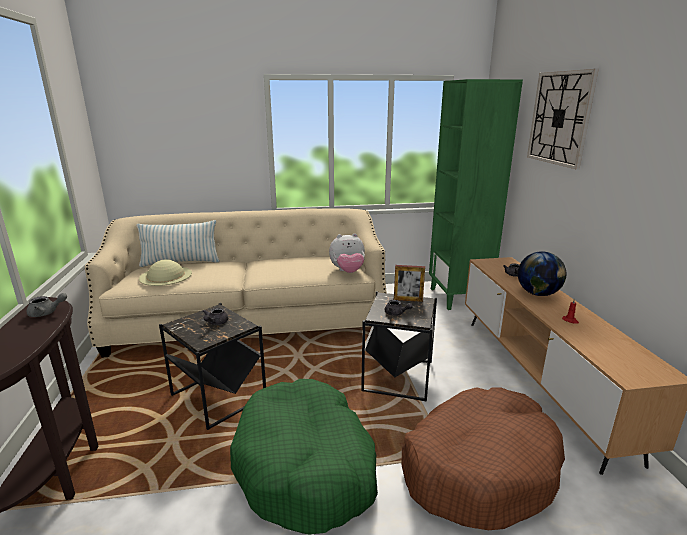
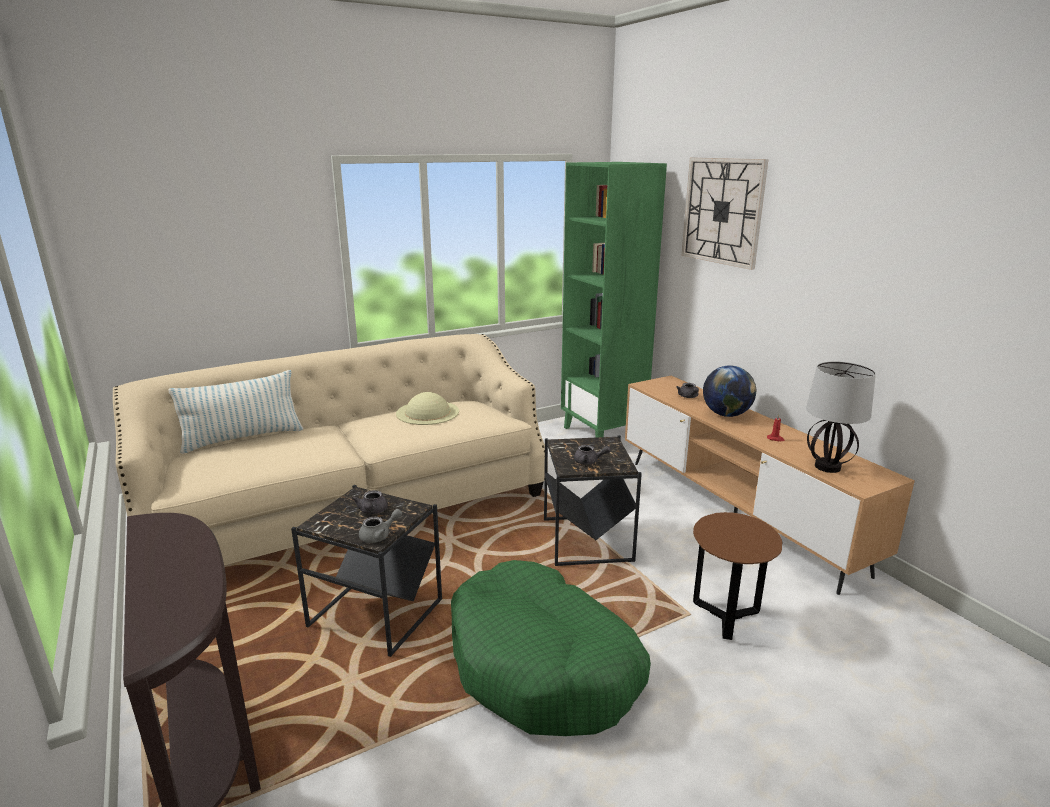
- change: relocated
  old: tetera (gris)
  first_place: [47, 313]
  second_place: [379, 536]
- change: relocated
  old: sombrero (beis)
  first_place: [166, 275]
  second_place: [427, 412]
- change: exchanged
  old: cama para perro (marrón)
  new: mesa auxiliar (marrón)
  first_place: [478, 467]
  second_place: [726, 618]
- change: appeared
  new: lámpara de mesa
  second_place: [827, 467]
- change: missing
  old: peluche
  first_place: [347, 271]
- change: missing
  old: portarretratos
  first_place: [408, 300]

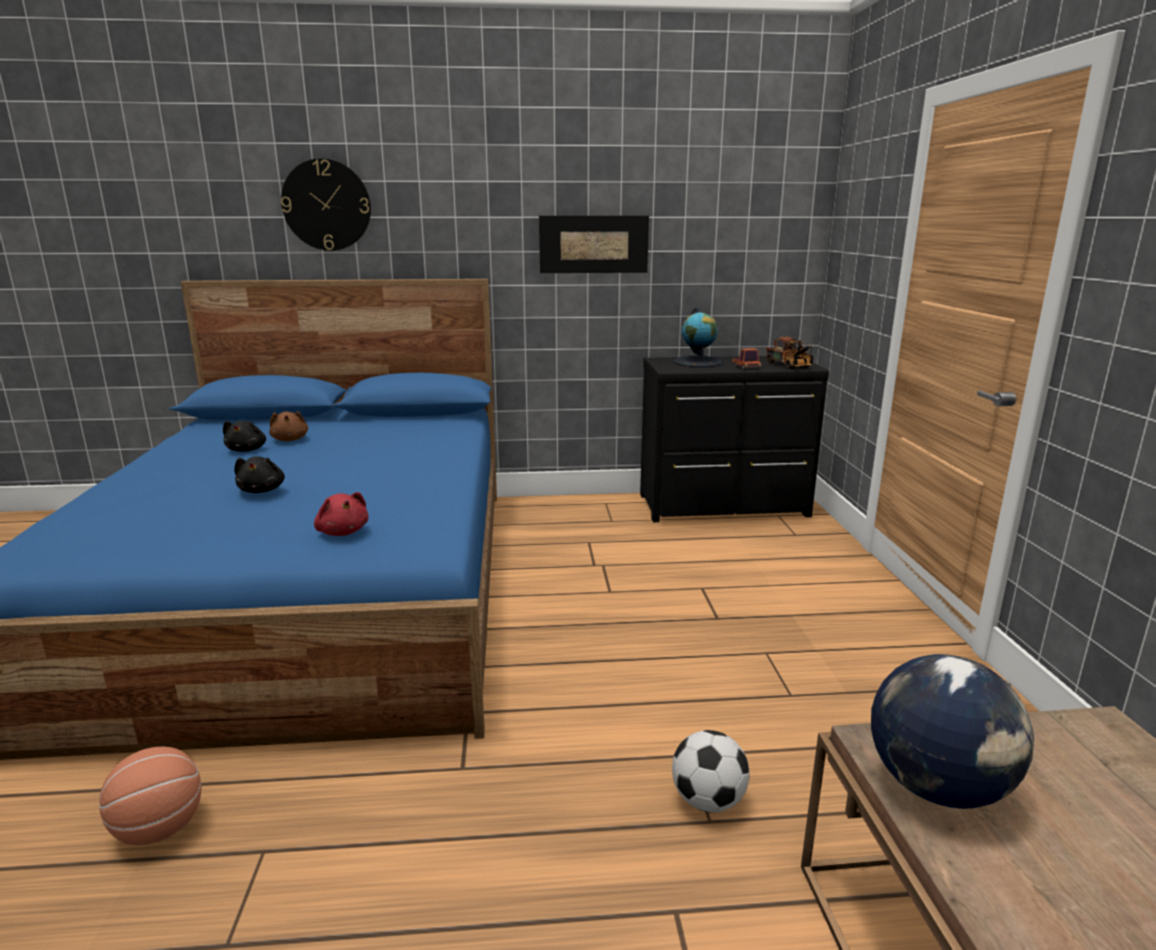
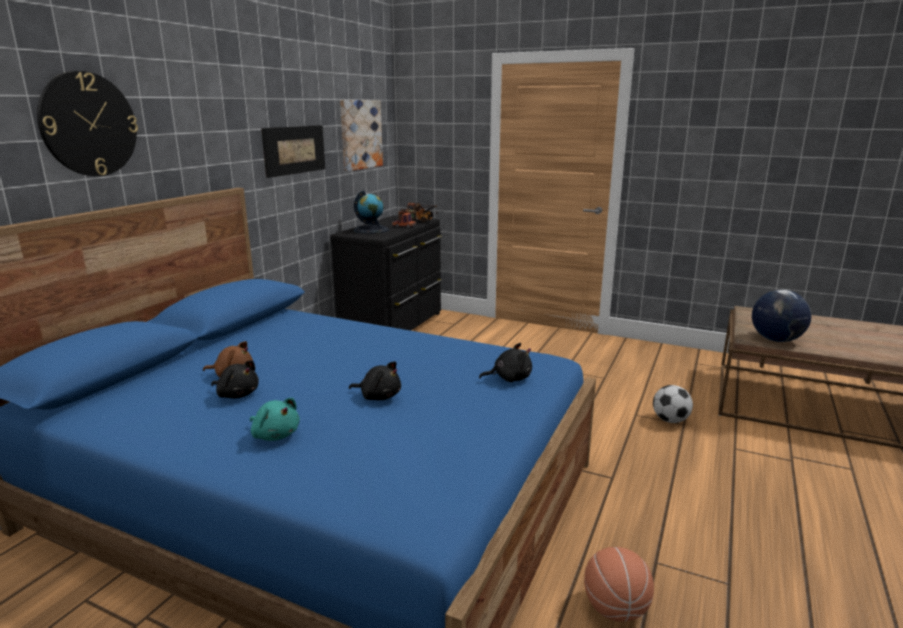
- change: appeared
  new: peluche (turquesa)
  second_place: [275, 435]
- change: appeared
  new: cuadro
  second_place: [360, 134]
- change: colour
  old: peluche (rojo)
  new: peluche (negro)
  first_place: [342, 532]
  second_place: [509, 378]

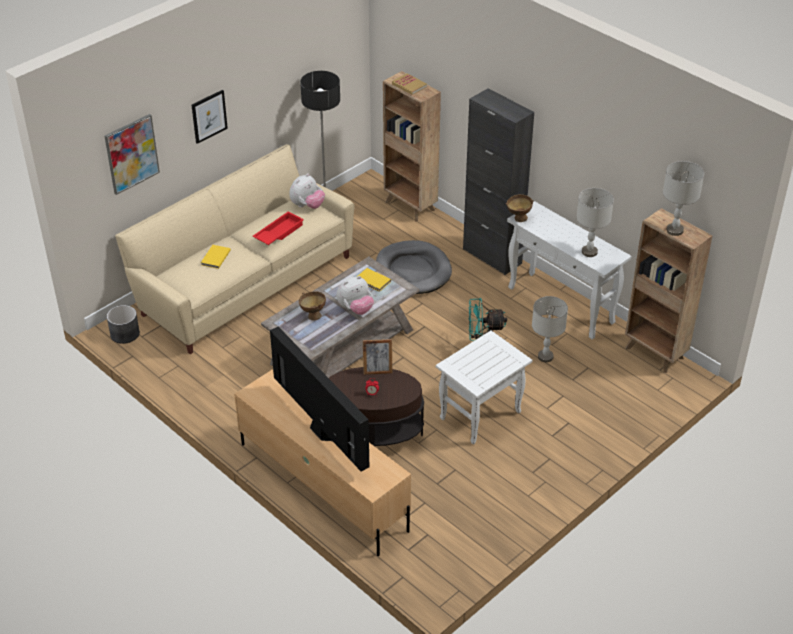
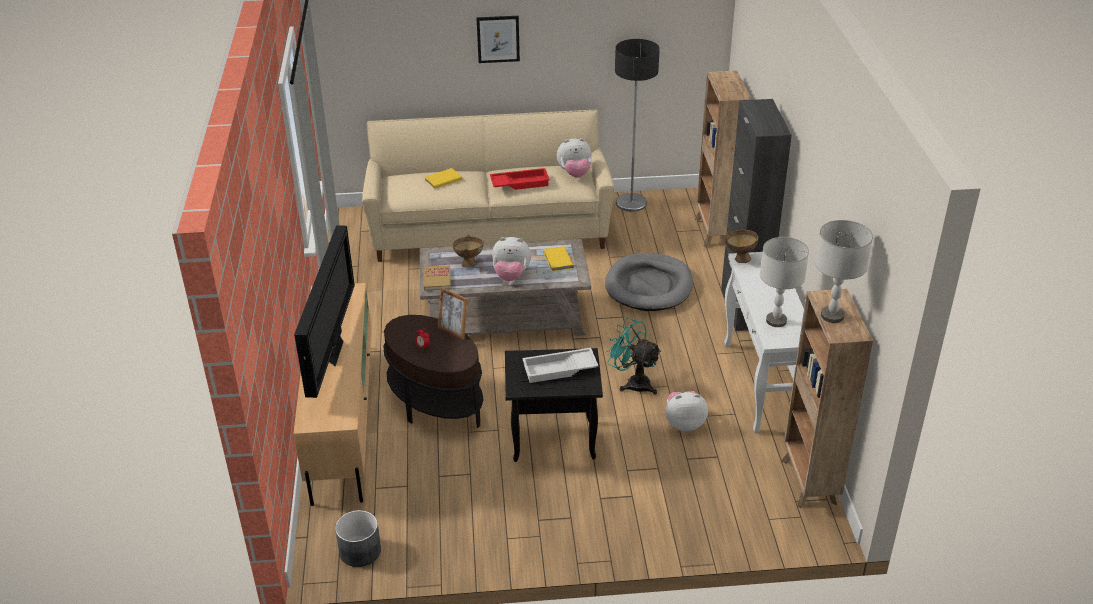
- change: relocated
  old: maceta (gris)
  first_place: [124, 334]
  second_place: [359, 551]
- change: relocated
  old: libro
  first_place: [409, 85]
  second_place: [437, 279]
- change: colour
  old: mesa auxiliar (blanco)
  new: mesa auxiliar (negro)
  first_place: [480, 417]
  second_place: [551, 441]
- change: appeared
  new: bandeja (blanco)
  second_place: [559, 370]
- change: exchanged
  old: lámpara de mesa (gris)
  new: peluche
  first_place: [545, 357]
  second_place: [684, 423]
- change: missing
  old: cuadro
  first_place: [131, 154]

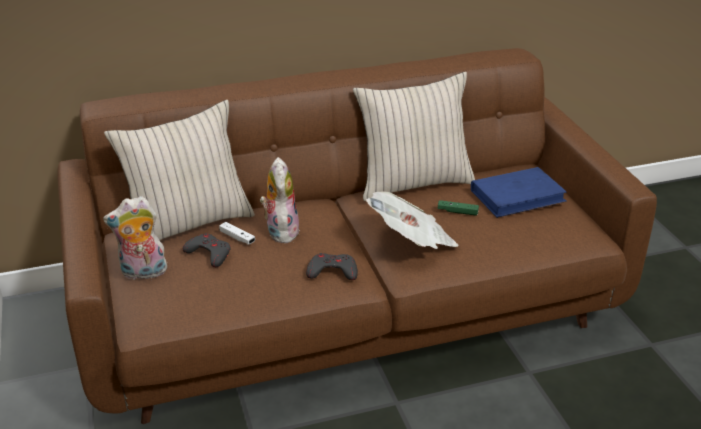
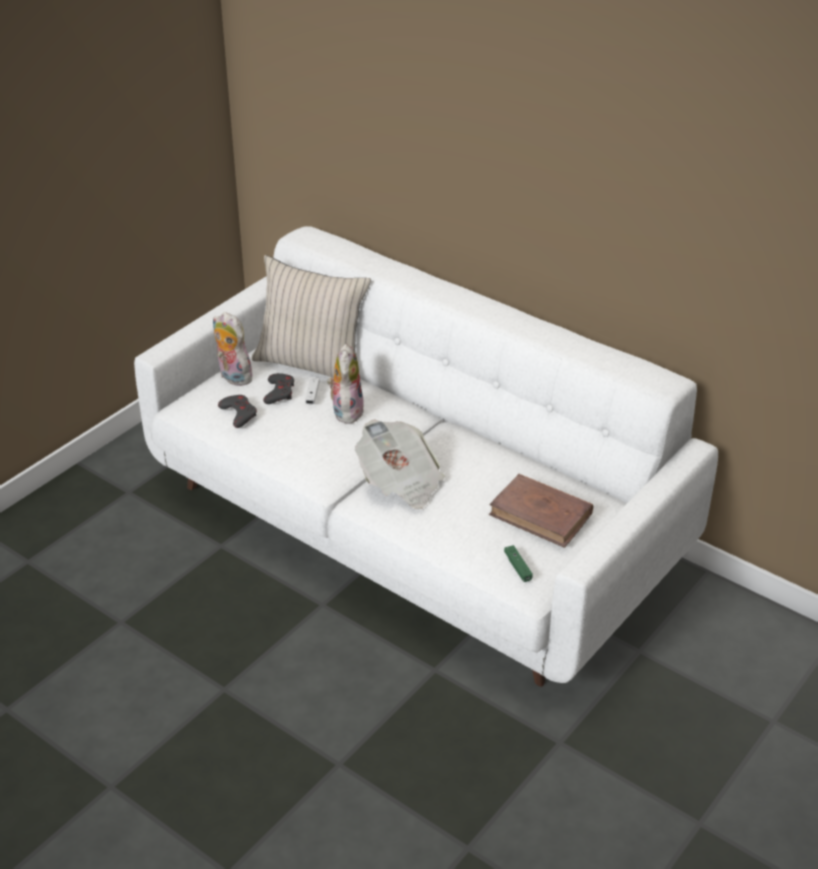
- change: colour
  old: sofá (marrón)
  new: sofá (blanco)
  first_place: [350, 311]
  second_place: [410, 527]
- change: relocated
  old: mando de consola (gris)
  first_place: [332, 271]
  second_place: [239, 414]
- change: spun
  old: peluche
  first_place: [280, 231]
  second_place: [346, 411]
  degrees: -45
- change: colour
  old: libro (azul)
  new: libro (marrón)
  first_place: [517, 196]
  second_place: [541, 514]
- change: relocated
  old: mando de consola (verde)
  first_place: [457, 212]
  second_place: [517, 567]
- change: missing
  old: cojín (beis)
  first_place: [413, 183]

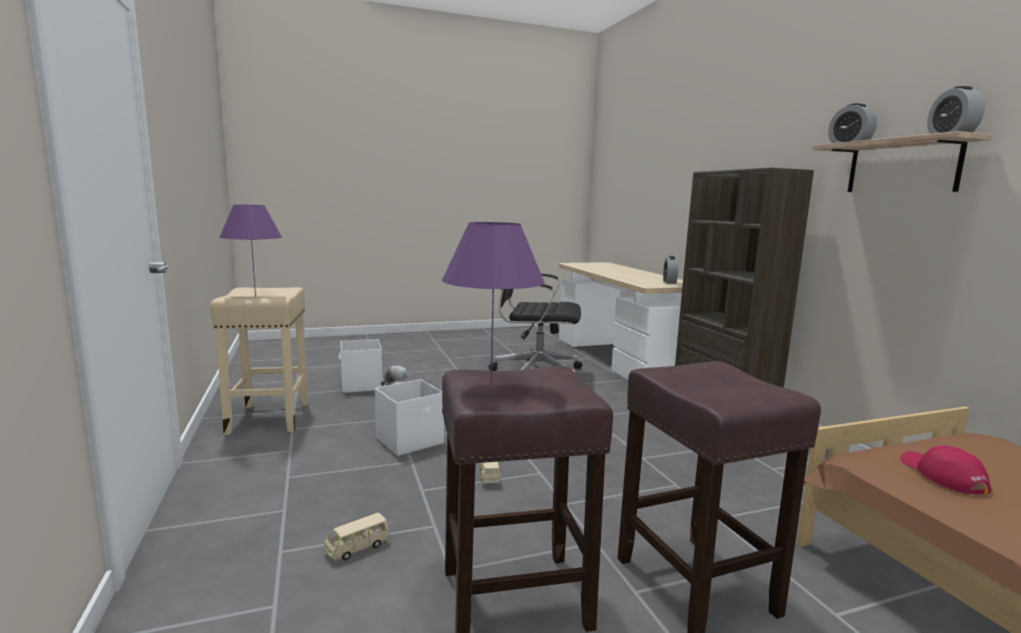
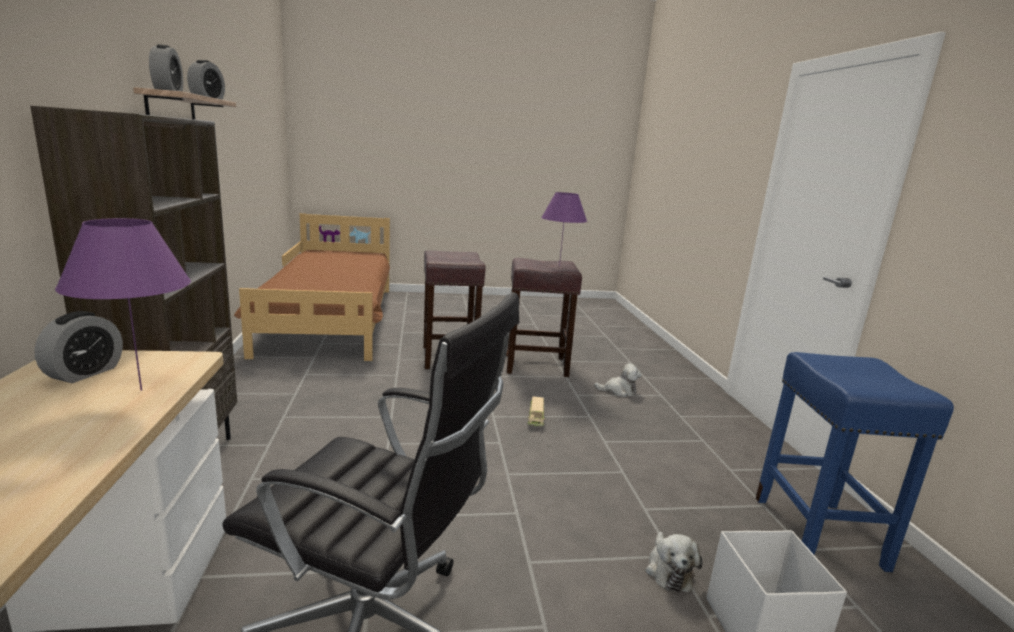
- change: relocated
  old: lámpara de mesa (morado)
  first_place: [255, 296]
  second_place: [141, 390]
- change: exchanged
  old: coche de juguete (beis)
  new: peluche
  first_place: [357, 548]
  second_place: [618, 391]
- change: colour
  old: taburete (beis)
  new: taburete (azul)
  first_place: [269, 417]
  second_place: [819, 533]
- change: missing
  old: caja de almacenaje (blanco)
  first_place: [411, 441]
- change: missing
  old: gorra (rojo)
  first_place: [941, 475]

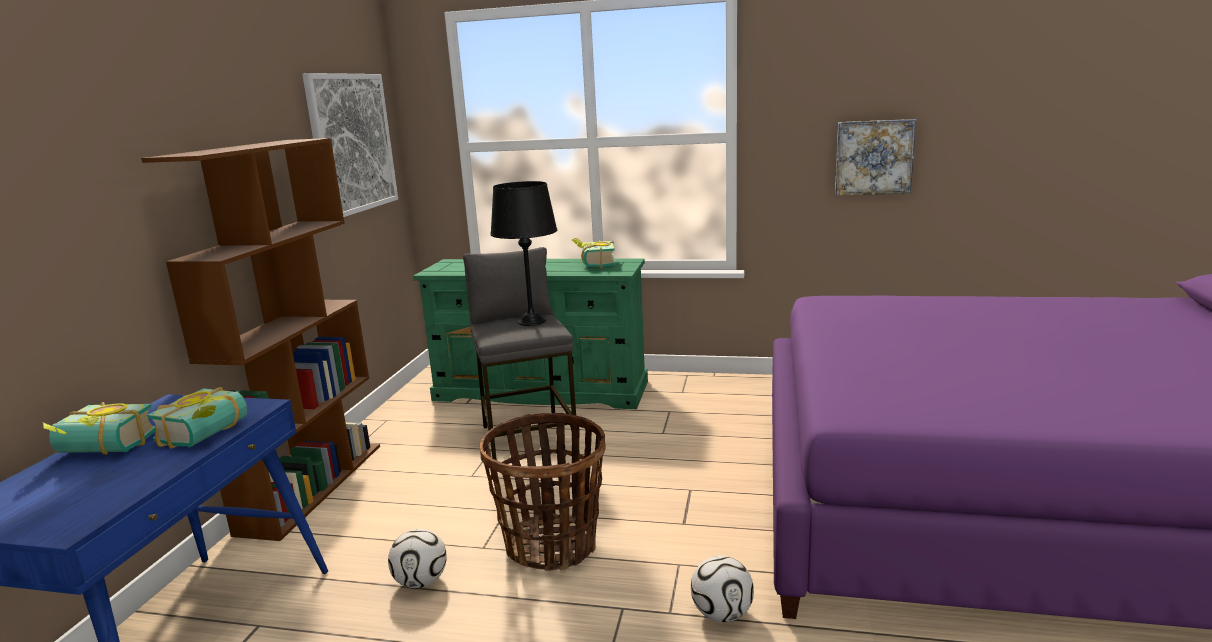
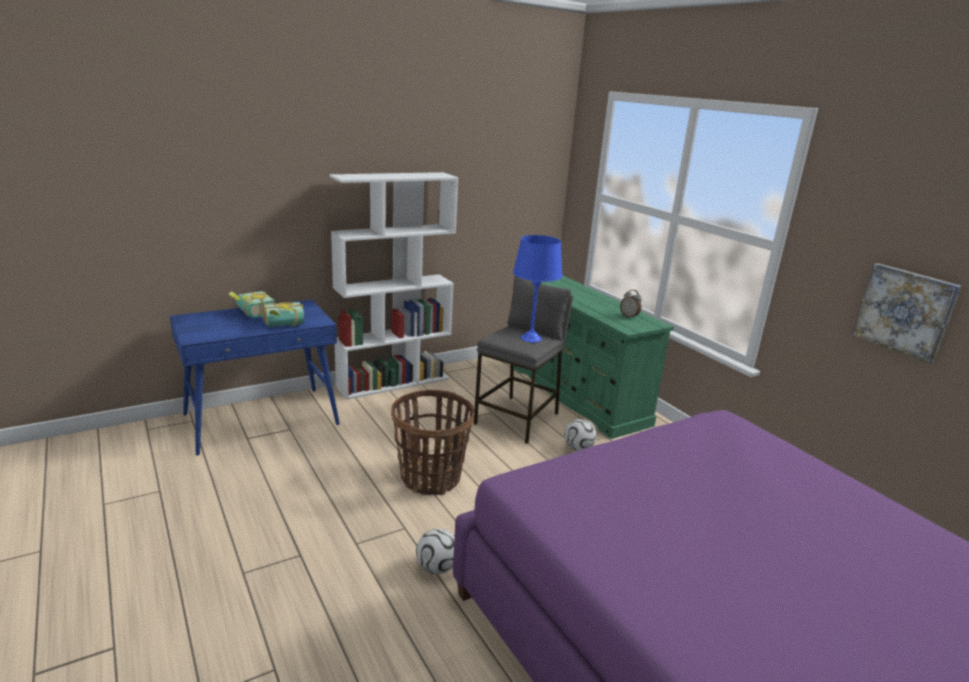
- change: colour
  old: estantería (marrón)
  new: estantería (blanco)
  first_place: [313, 486]
  second_place: [394, 382]
- change: colour
  old: lámpara de mesa (negro)
  new: lámpara de mesa (azul)
  first_place: [531, 321]
  second_place: [531, 338]
- change: relocated
  old: balón de fútbol
  first_place: [420, 582]
  second_place: [578, 448]
- change: exchanged
  old: libro
  new: despertador
  first_place: [594, 264]
  second_place: [629, 316]
- change: missing
  old: cuadro
  first_place: [352, 143]

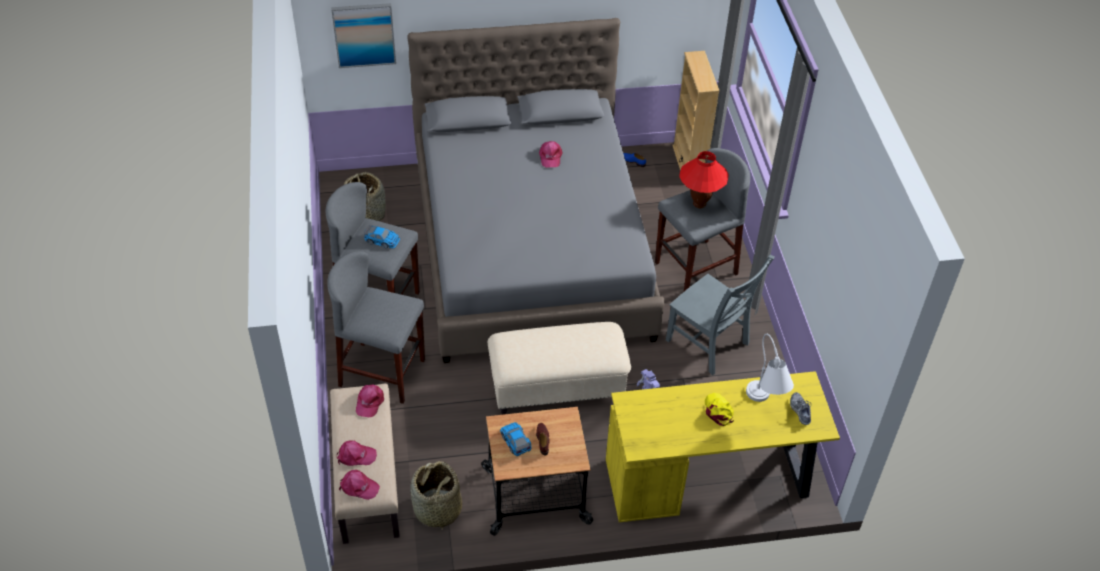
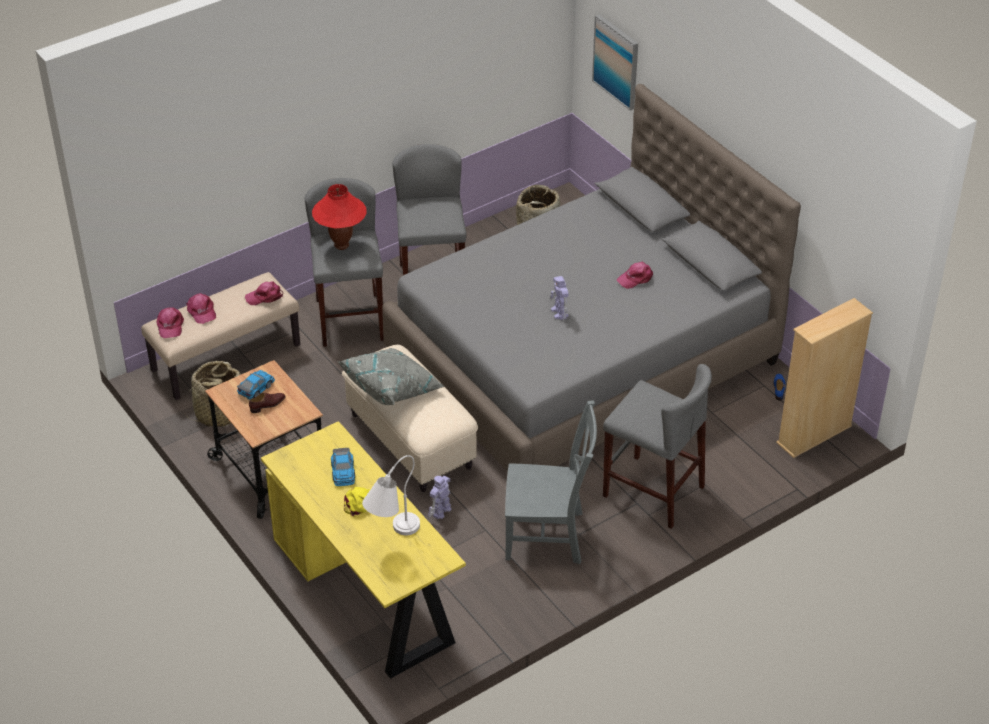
- change: relocated
  old: lámpara de mesa (rojo)
  first_place: [699, 204]
  second_place: [341, 245]
- change: relocated
  old: coche de juguete
  first_place: [382, 240]
  second_place: [343, 472]
- change: appeared
  new: cojín (gris)
  second_place: [392, 388]
- change: spun
  old: silla (gris)
  first_place: [709, 344]
  second_place: [548, 536]
  degrees: -105
- change: appeared
  new: robot de juguete
  second_place: [559, 313]
- change: missing
  old: zapato
  first_place: [800, 411]

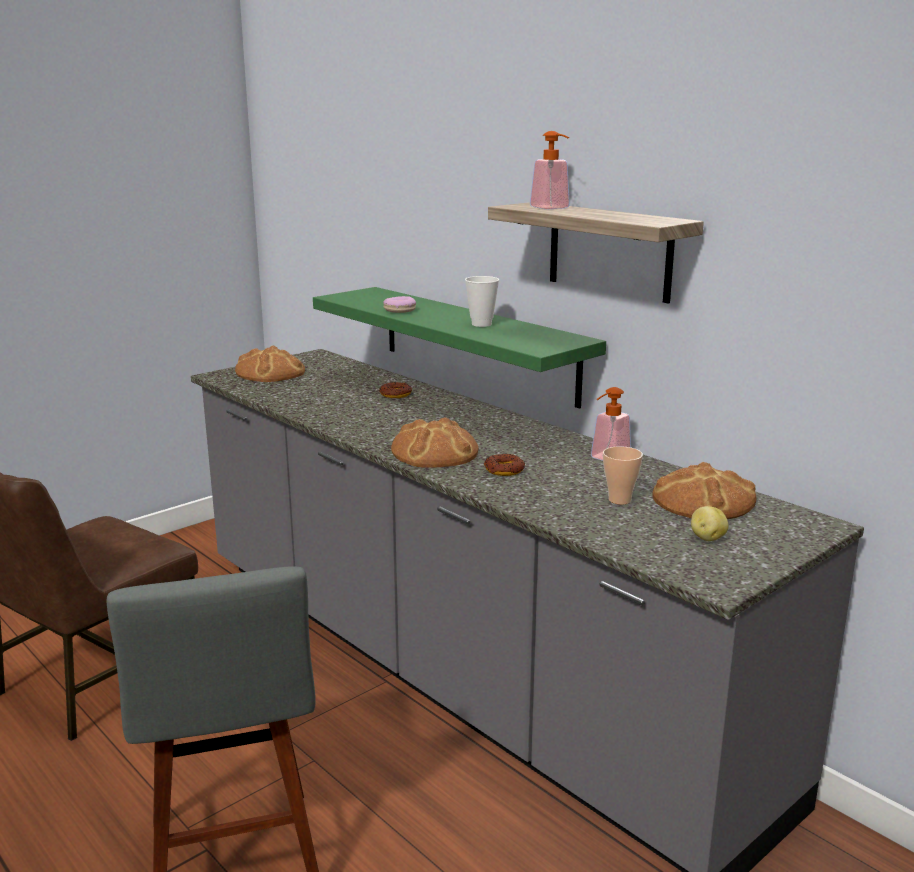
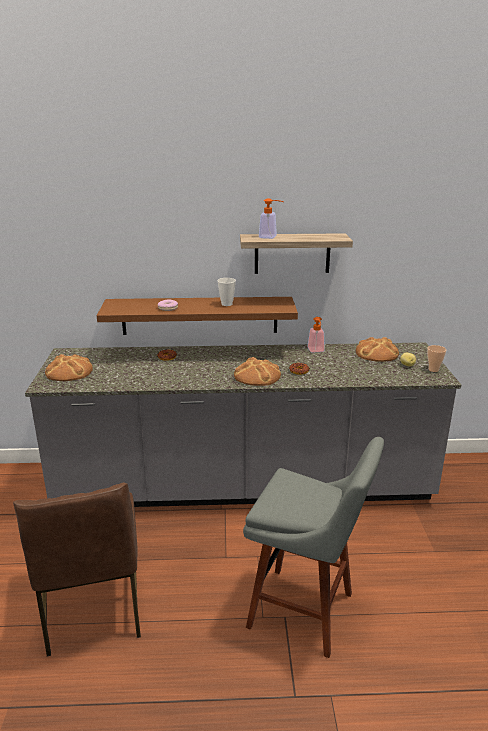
- change: colour
  old: estante (verde)
  new: estante (marrón)
  first_place: [477, 343]
  second_place: [199, 315]
- change: relocated
  old: taza
  first_place: [619, 500]
  second_place: [433, 370]

